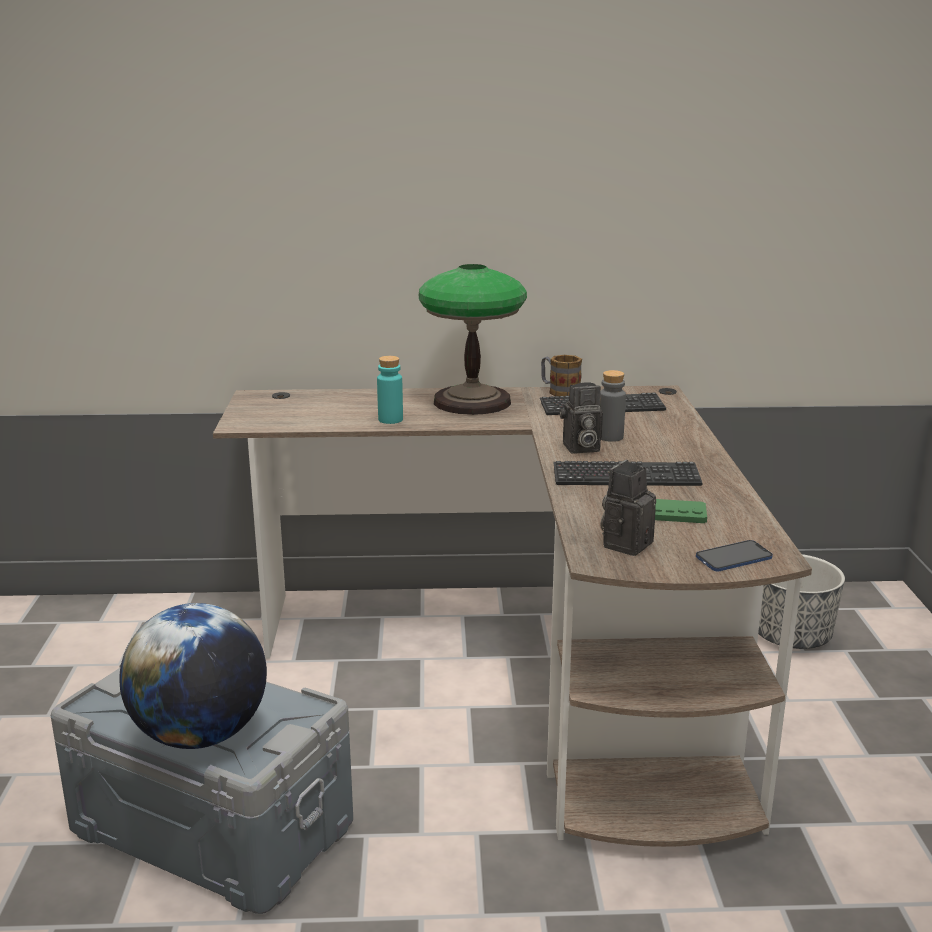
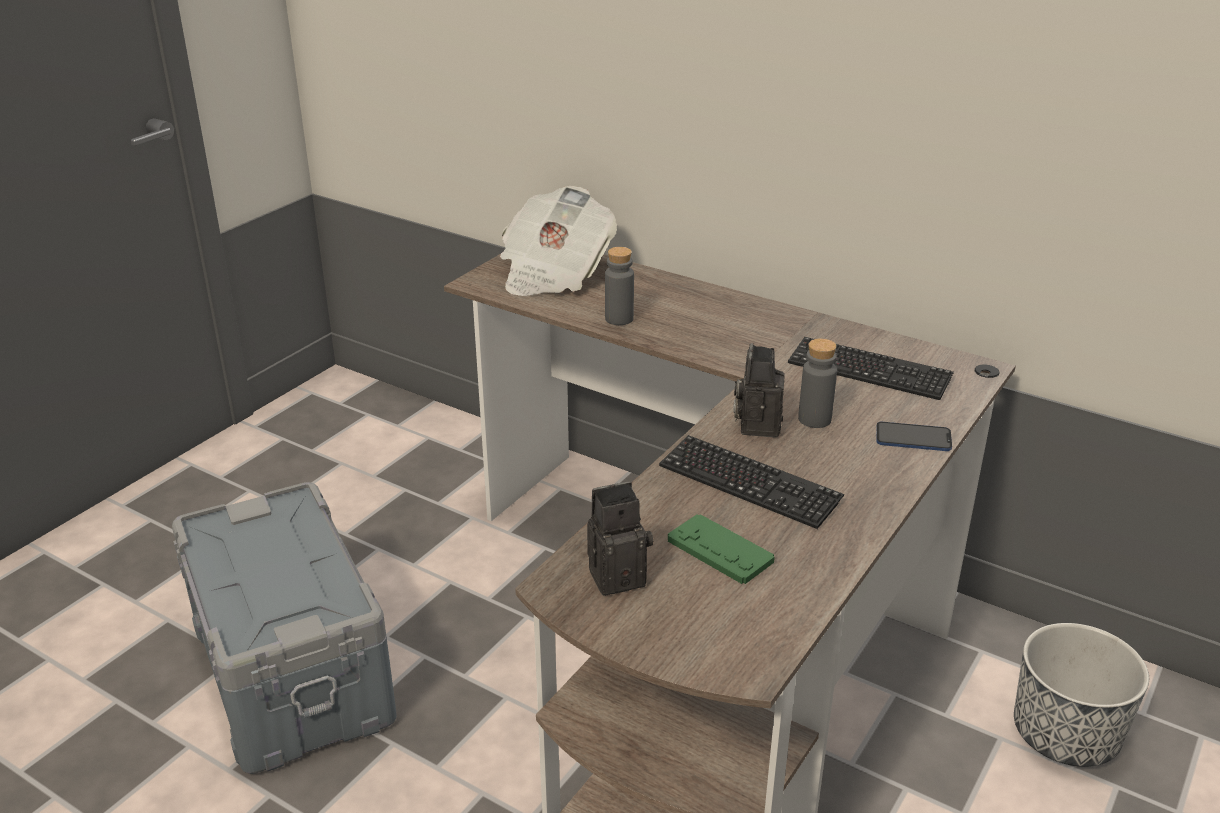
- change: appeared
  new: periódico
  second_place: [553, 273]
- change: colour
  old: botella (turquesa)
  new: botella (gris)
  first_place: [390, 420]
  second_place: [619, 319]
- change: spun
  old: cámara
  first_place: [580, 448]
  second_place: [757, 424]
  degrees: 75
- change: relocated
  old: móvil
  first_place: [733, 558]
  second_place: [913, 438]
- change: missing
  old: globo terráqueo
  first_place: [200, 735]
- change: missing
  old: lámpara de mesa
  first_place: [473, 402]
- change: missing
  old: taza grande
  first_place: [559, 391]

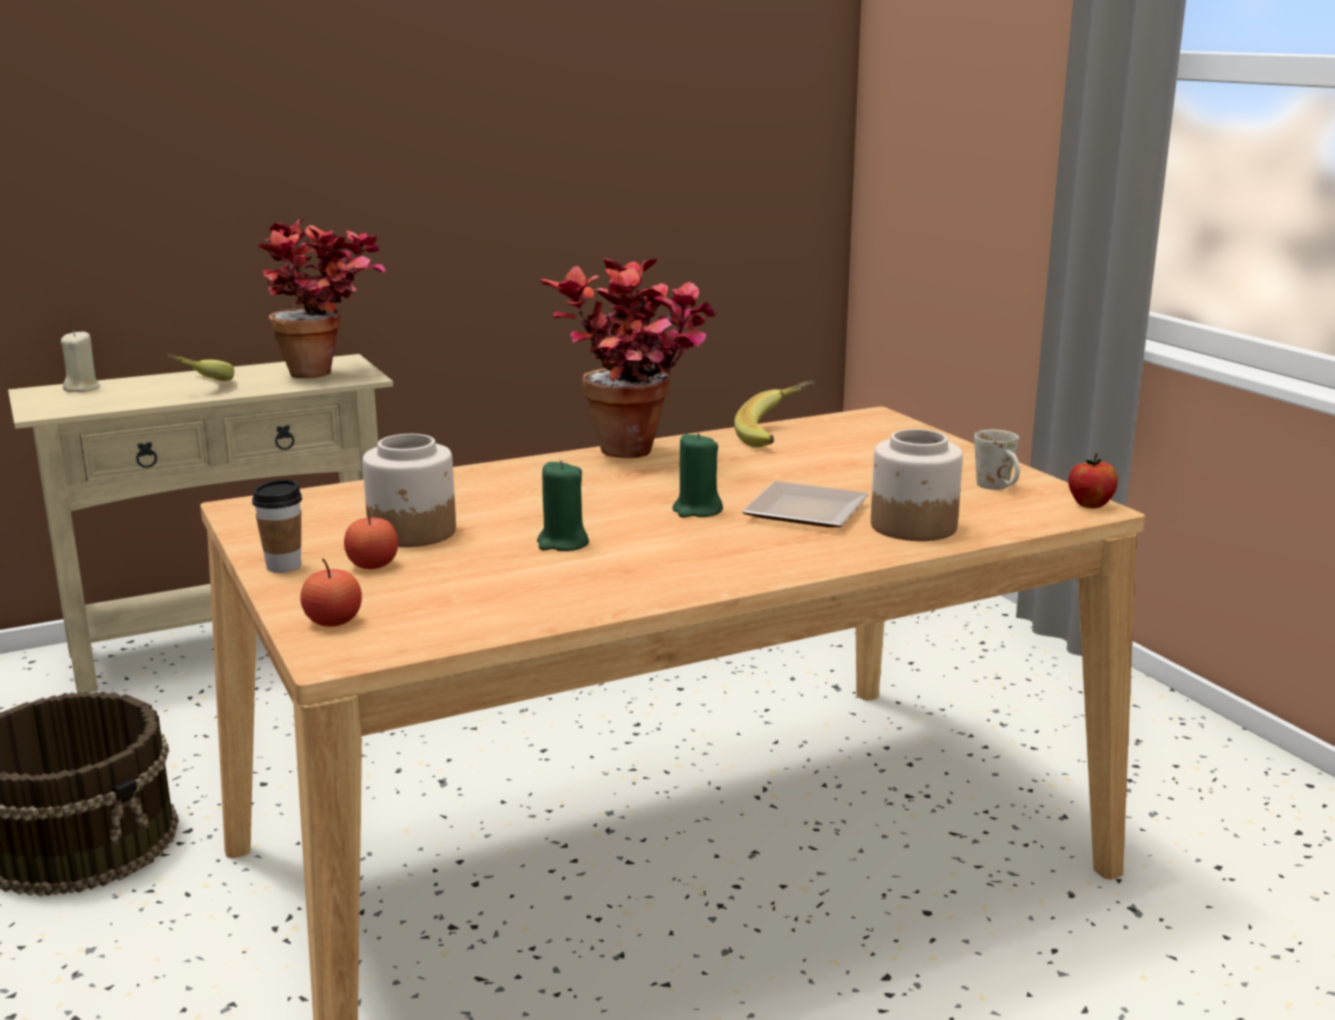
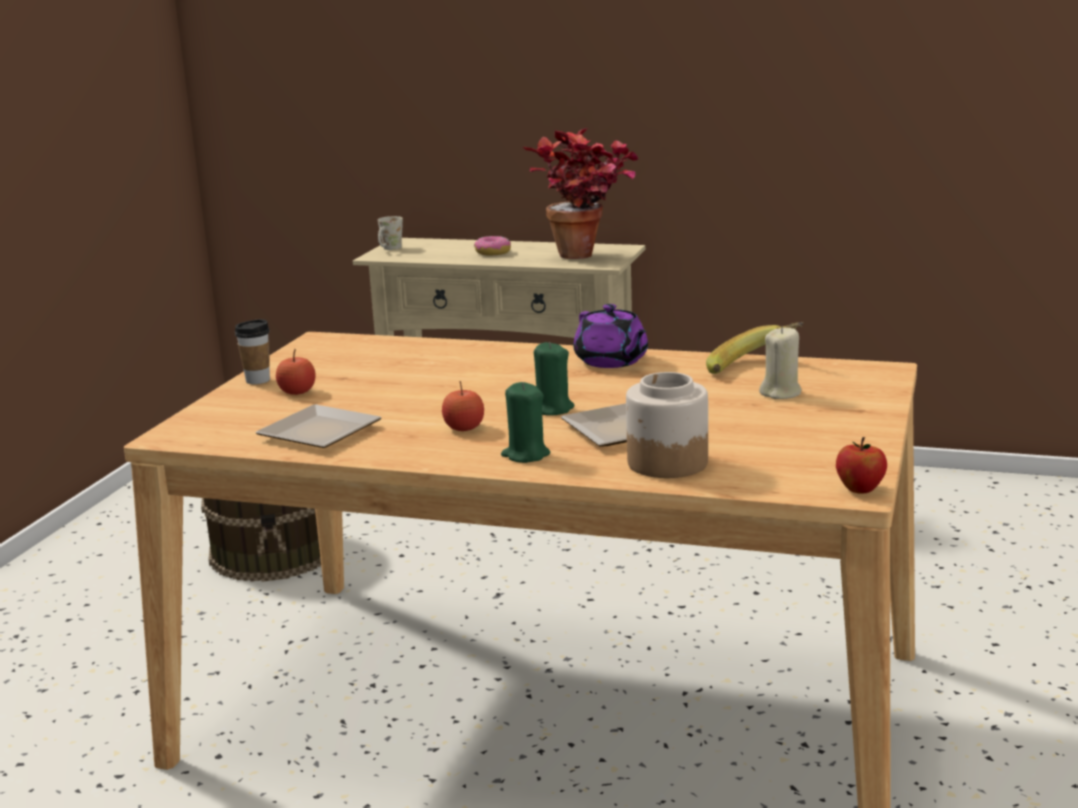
- change: appeared
  new: plato
  second_place: [315, 433]
- change: relocated
  old: taza grande (blanco)
  first_place: [998, 488]
  second_place: [389, 249]
- change: relocated
  old: manzana
  first_place: [333, 621]
  second_place: [464, 428]
- change: exchanged
  old: plátano
  new: rosquilla
  first_place: [196, 386]
  second_place: [492, 252]
- change: relocated
  old: vela (verde)
  first_place: [562, 543]
  second_place: [525, 455]
- change: exchanged
  old: planta en maceta
  new: tetera (morado)
  first_place: [638, 457]
  second_place: [611, 361]
- change: relocated
  old: vela (beis)
  first_place: [82, 388]
  second_place: [781, 393]
- change: missing
  old: tarro
  first_place: [413, 532]

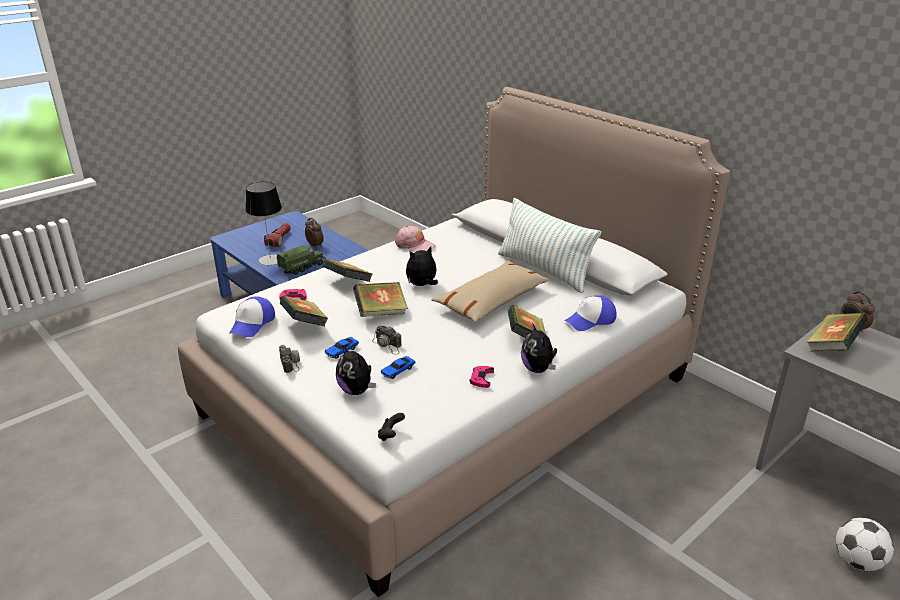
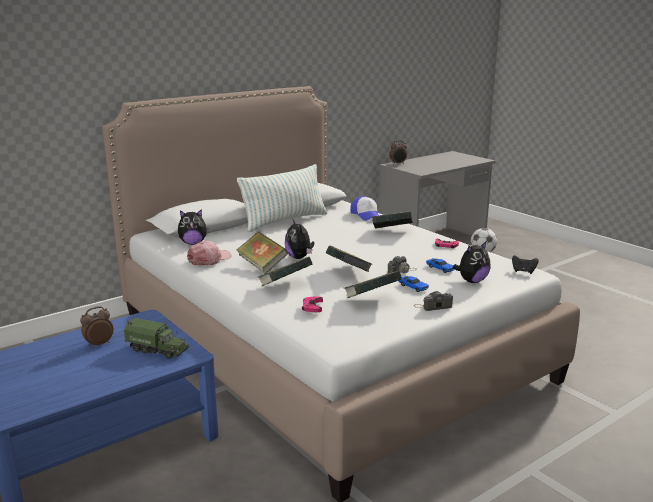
- change: spun
  old: camión de juguete
  first_place: [303, 267]
  second_place: [157, 350]
  degrees: 150
- change: relocated
  old: peluche
  first_place: [538, 369]
  second_place: [193, 243]
- change: relocated
  old: libro
  first_place: [832, 346]
  second_place: [262, 265]
- change: missing
  old: gorra
  first_place: [252, 324]
- change: missing
  old: lámpara de mesa
  first_place: [270, 260]
- change: missing
  old: linterna
  first_place: [279, 240]
- change: missing
  old: cojín (beis)
  first_place: [492, 301]

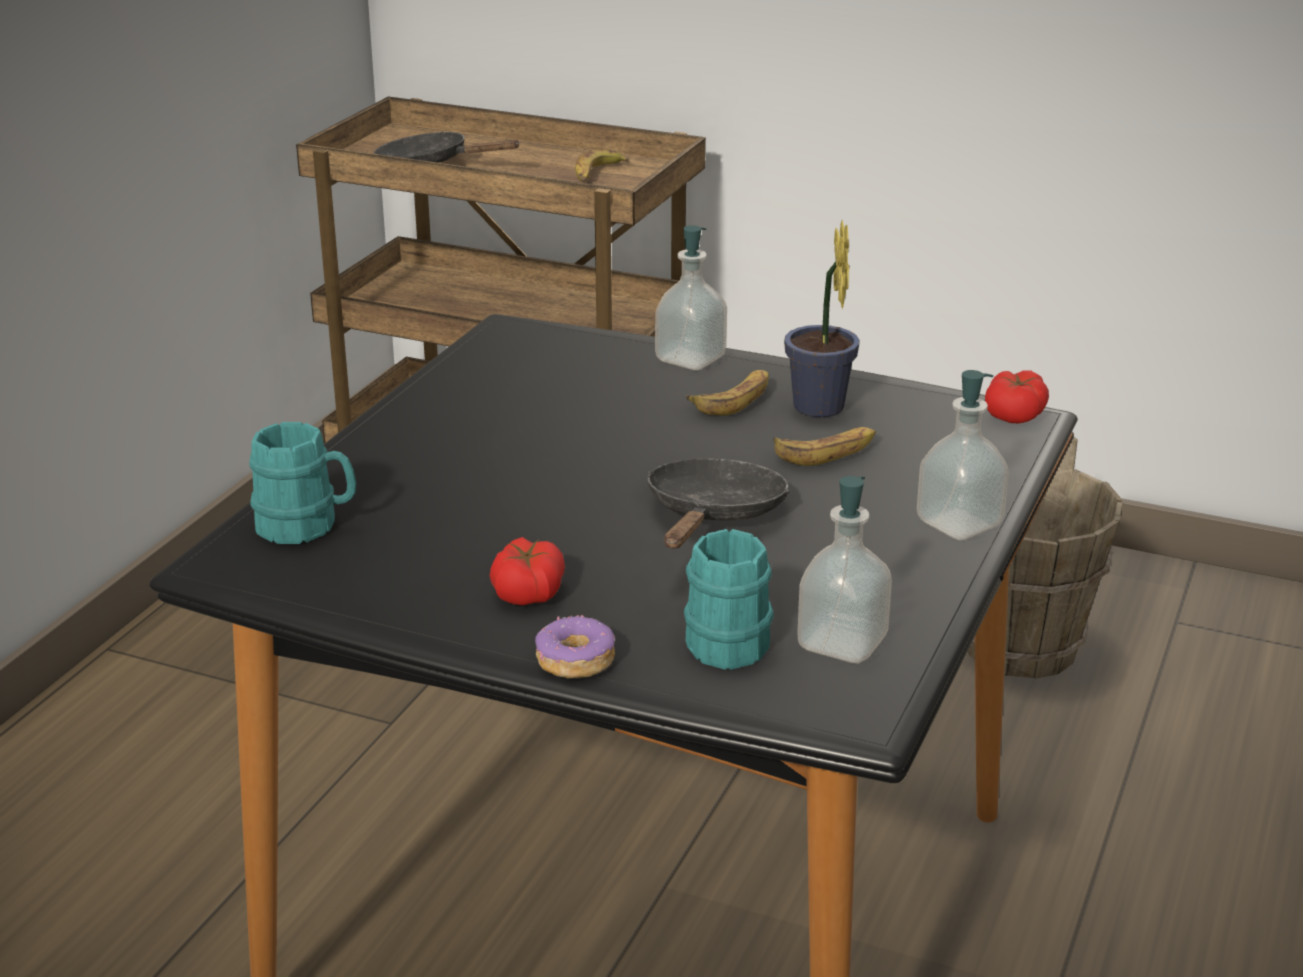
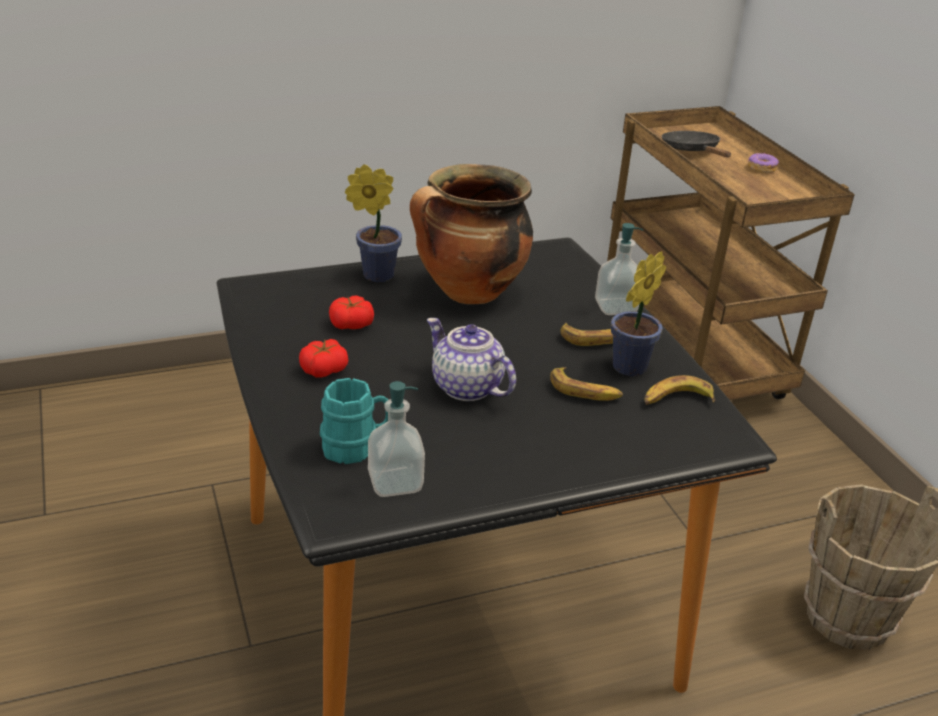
- change: relocated
  old: tomate
  first_place: [1015, 414]
  second_place: [351, 324]
- change: appeared
  new: planta en maceta
  second_place: [374, 275]
- change: appeared
  new: olla
  second_place: [469, 293]
- change: exchanged
  old: sartén (negro)
  new: tetera
  first_place: [713, 516]
  second_place: [465, 387]
- change: relocated
  old: plátano
  first_place: [597, 174]
  second_place: [676, 400]
- change: relocated
  old: rosquilla
  first_place: [574, 660]
  second_place: [761, 168]
- change: missing
  old: taza grande (turquesa)
  first_place: [307, 526]
- change: missing
  old: dispensador de jabón
  first_place: [959, 524]

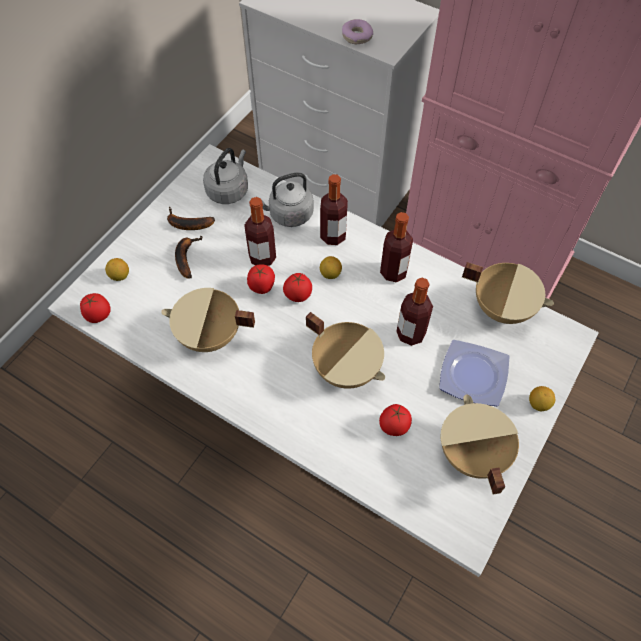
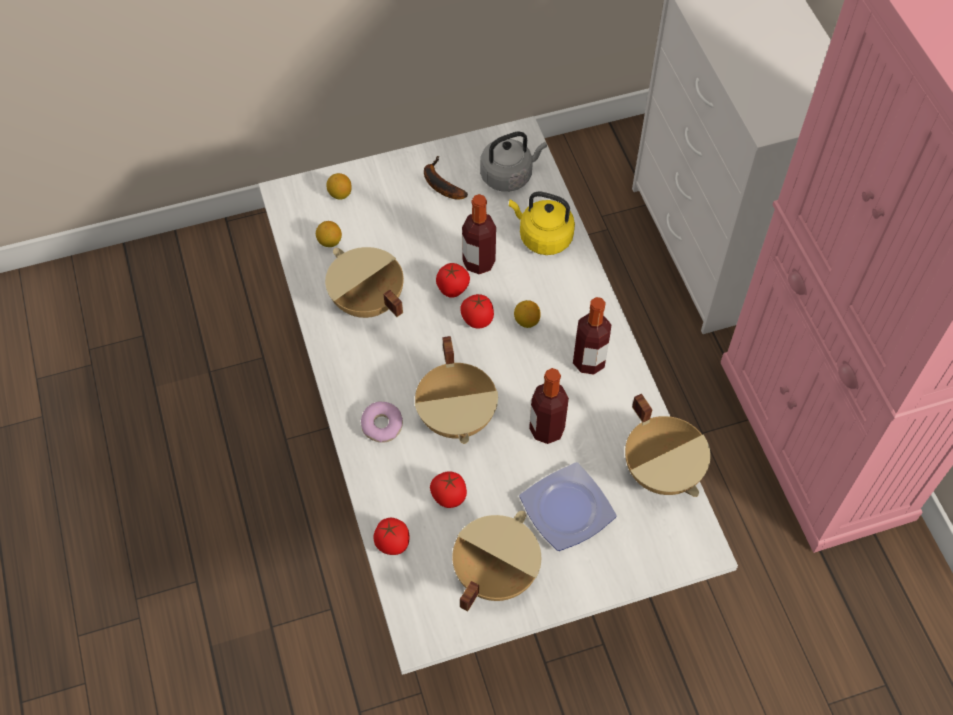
- change: relocated
  old: limón
  first_place: [538, 404]
  second_place: [330, 242]
- change: relocated
  old: rosquilla
  first_place: [357, 36]
  second_place: [382, 425]
- change: relocated
  old: tomate
  first_place: [99, 316]
  second_place: [392, 544]
- change: colour
  old: hervidor (gris)
  new: hervidor (amarillo)
  first_place: [288, 215]
  second_place: [542, 237]
- change: missing
  old: plátano
  first_place: [186, 257]
- change: missing
  old: botella
  first_place: [333, 236]

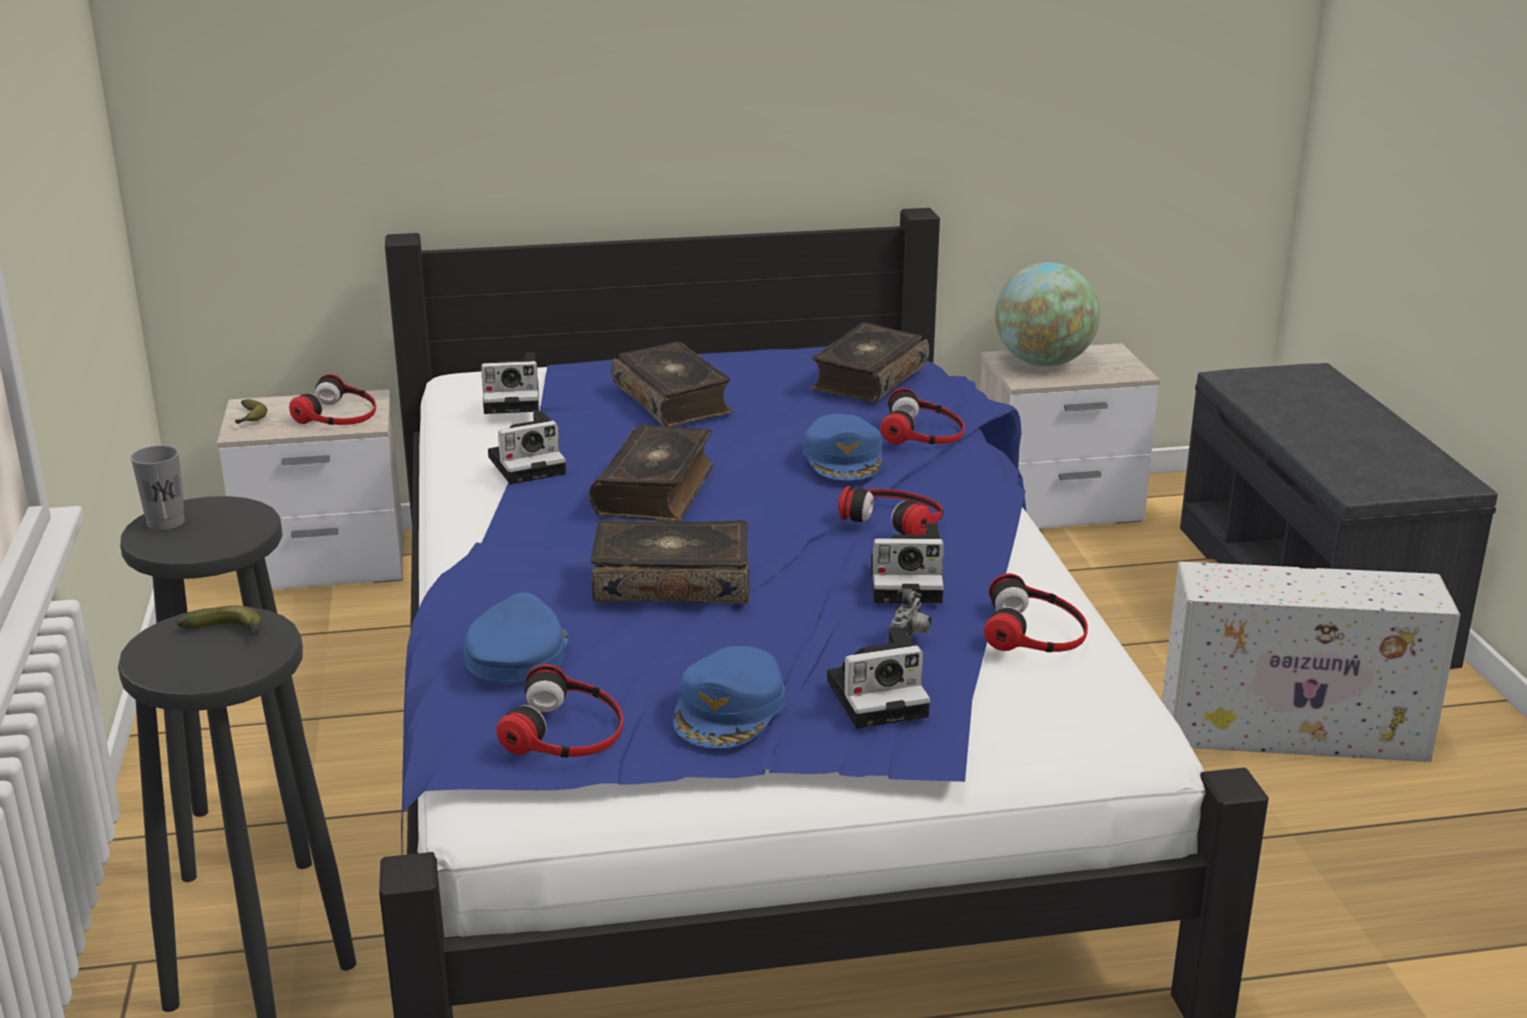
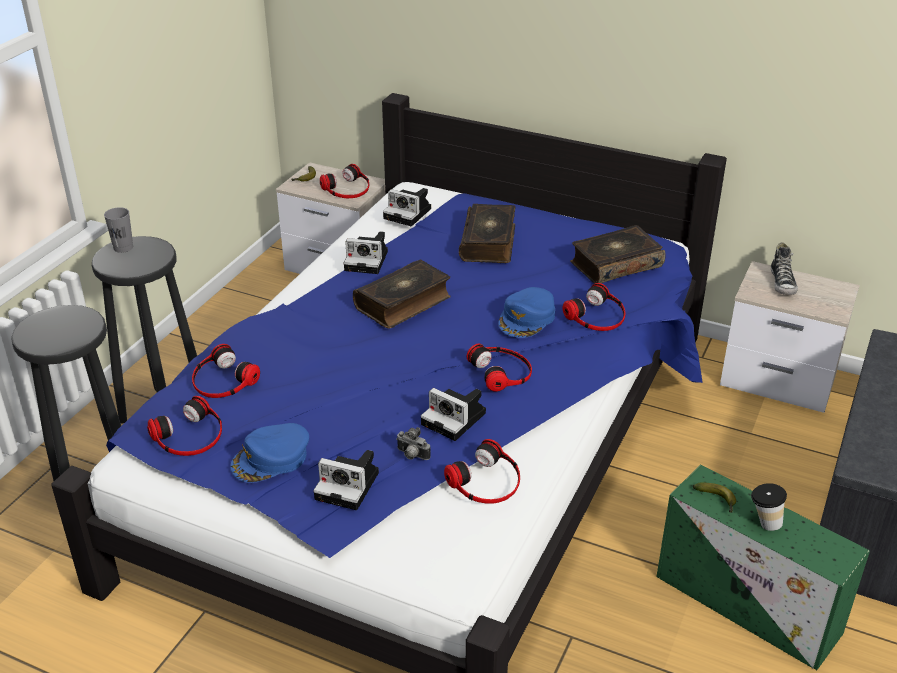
- change: exchanged
  old: gorra (azul)
  new: auriculares
  first_place: [517, 654]
  second_place: [222, 380]
- change: spun
  old: cámara
  first_place: [911, 637]
  second_place: [411, 455]
  degrees: 60
- change: colour
  old: caja de almacenaje (blanco)
  new: caja de almacenaje (verde)
  first_place: [1296, 732]
  second_place: [750, 605]
- change: relocated
  old: plátano
  first_place: [229, 632]
  second_place: [717, 500]
- change: appeared
  new: taza
  second_place: [763, 523]
- change: exchanged
  old: globo terráqueo
  new: zapato
  first_place: [1043, 363]
  second_place: [782, 283]
- change: missing
  old: libro
  first_place: [672, 581]

